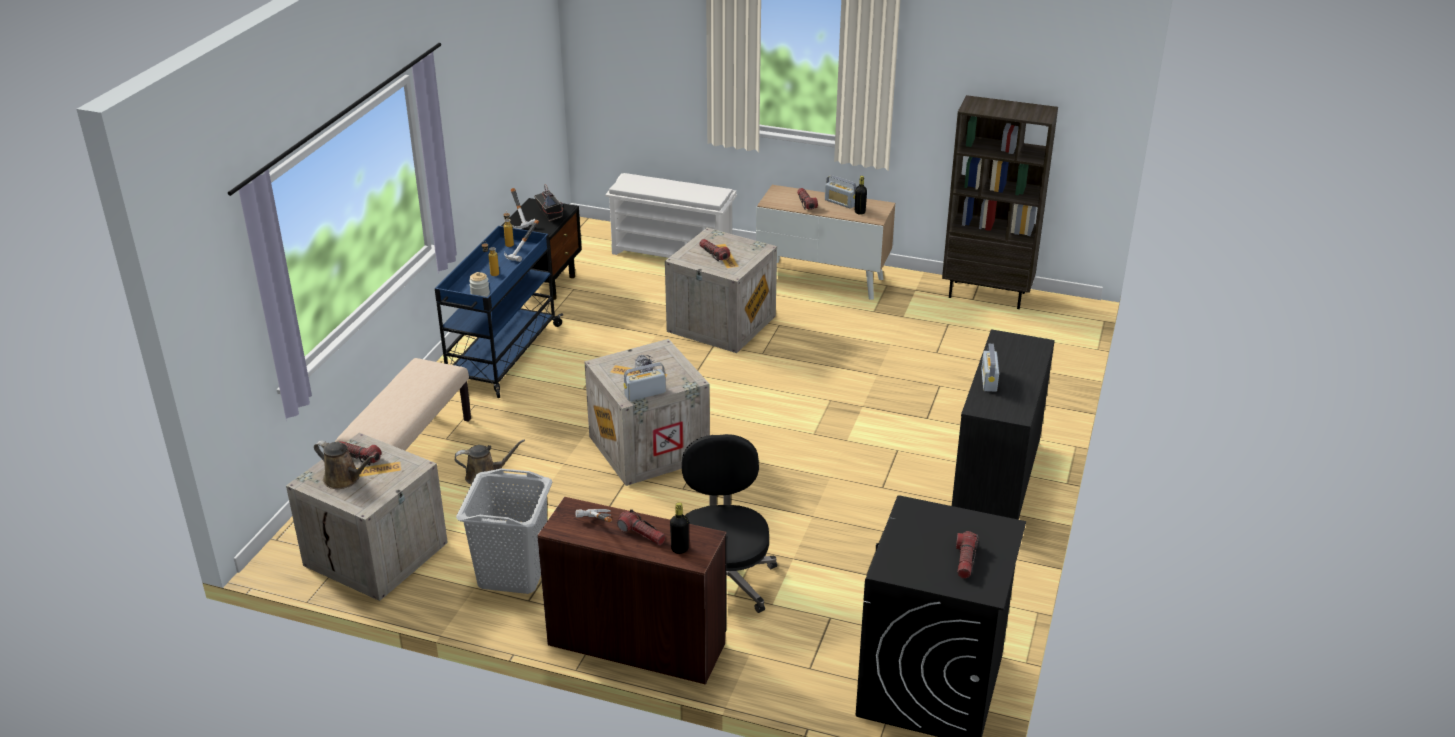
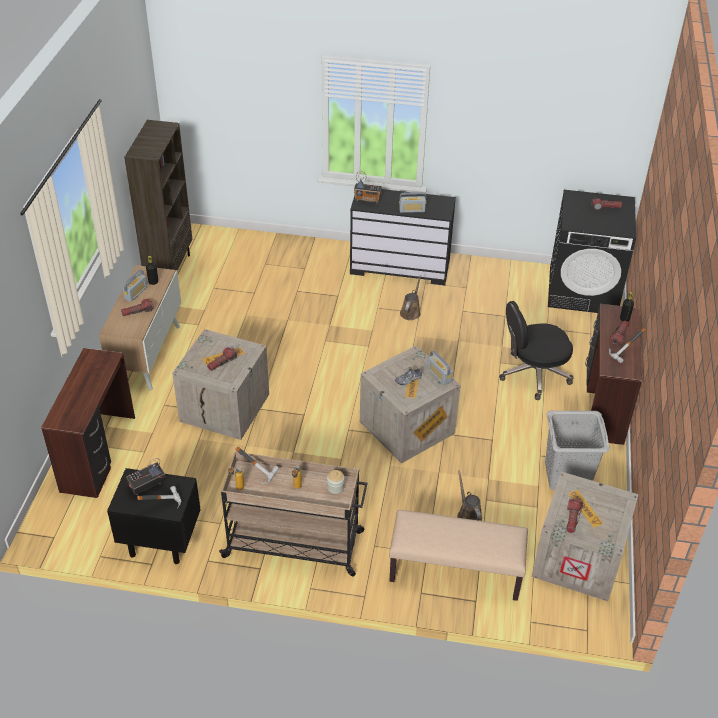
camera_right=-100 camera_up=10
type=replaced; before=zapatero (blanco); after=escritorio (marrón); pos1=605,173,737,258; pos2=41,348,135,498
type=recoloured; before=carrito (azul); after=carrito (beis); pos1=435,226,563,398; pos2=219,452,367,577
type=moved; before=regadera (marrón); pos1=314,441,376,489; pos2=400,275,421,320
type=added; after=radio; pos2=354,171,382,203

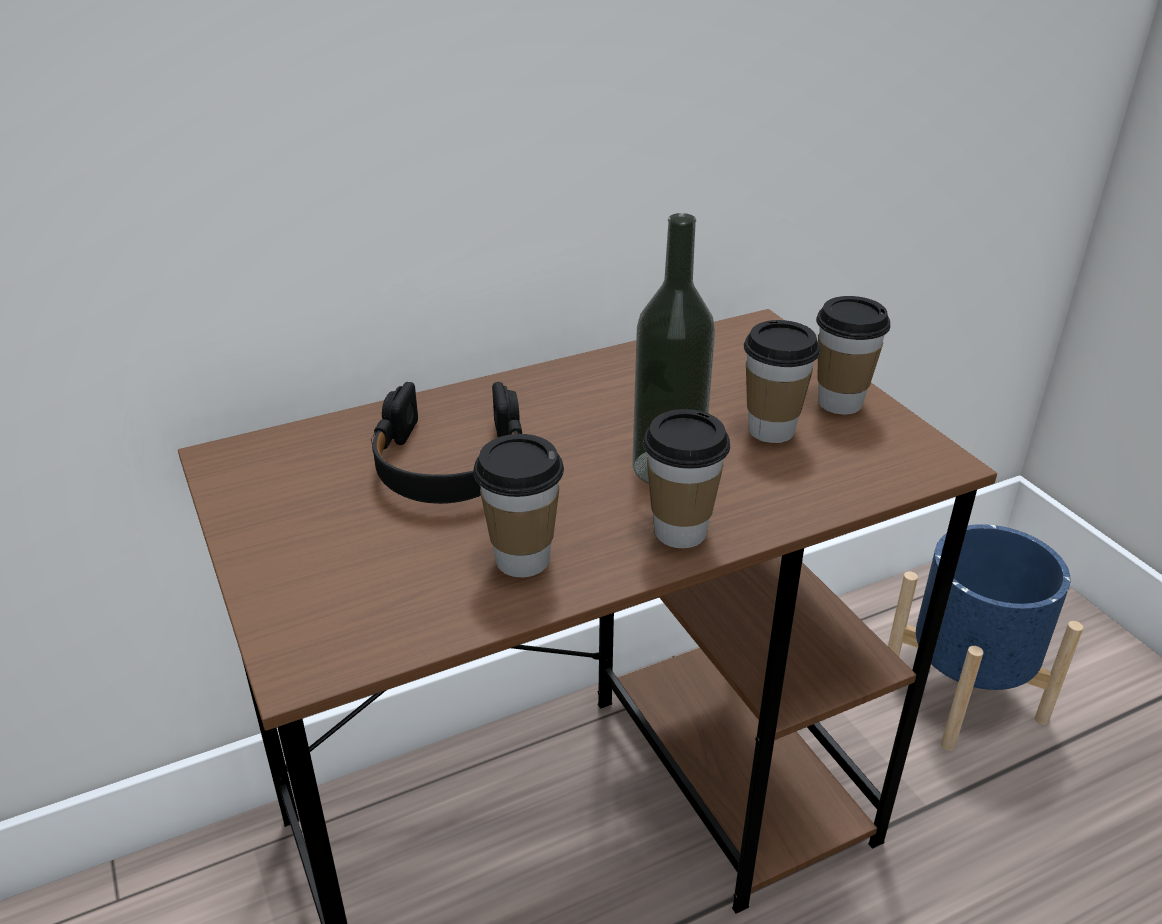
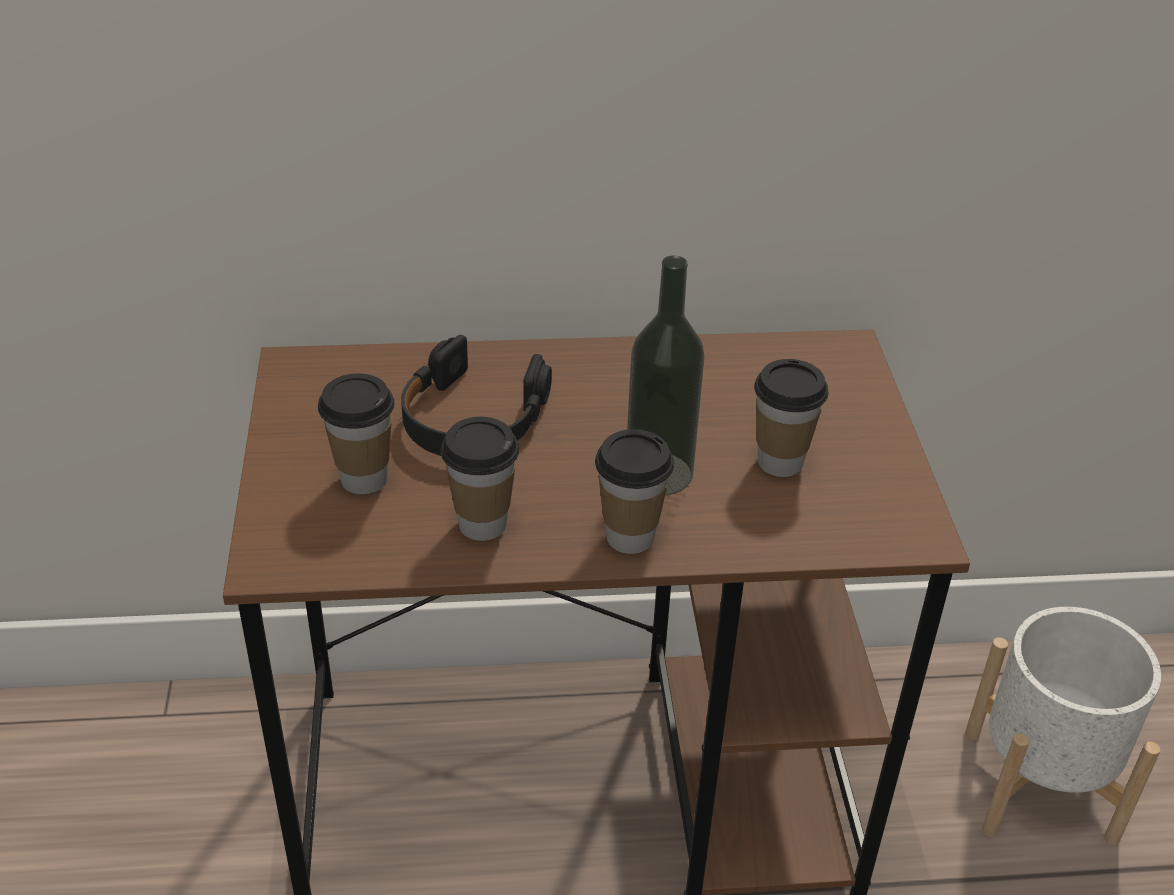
camera_right=20 camera_up=5
type=moved; before=taza; pos1=816,296,890,414; pos2=318,373,395,494
type=recoloured; before=maceta (azul); after=maceta (blanco); pos1=888,524,1083,751; pos2=965,607,1161,845

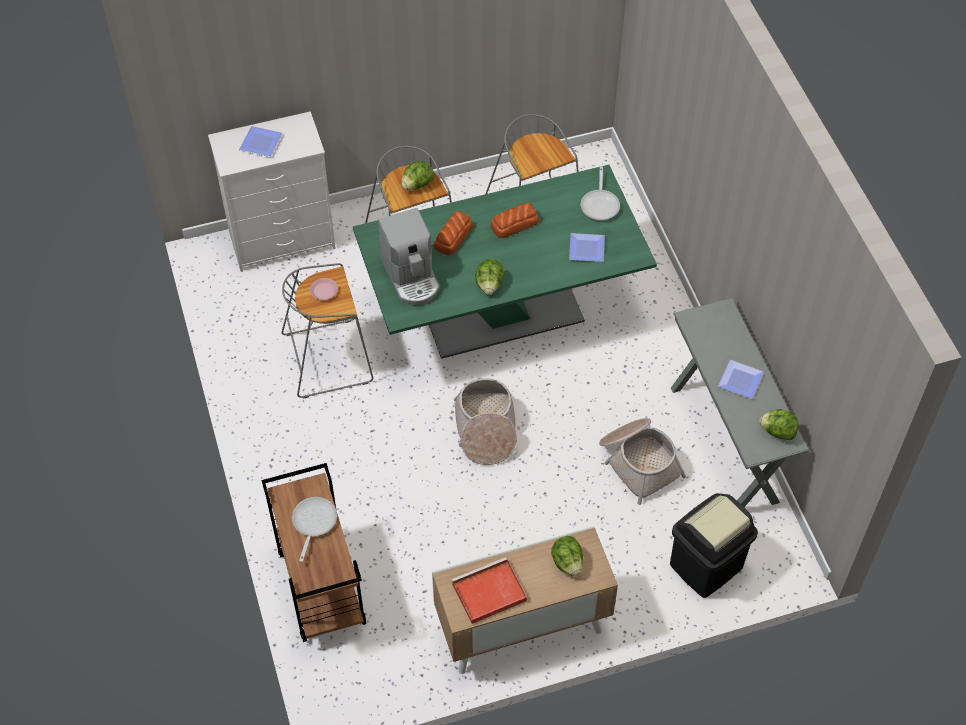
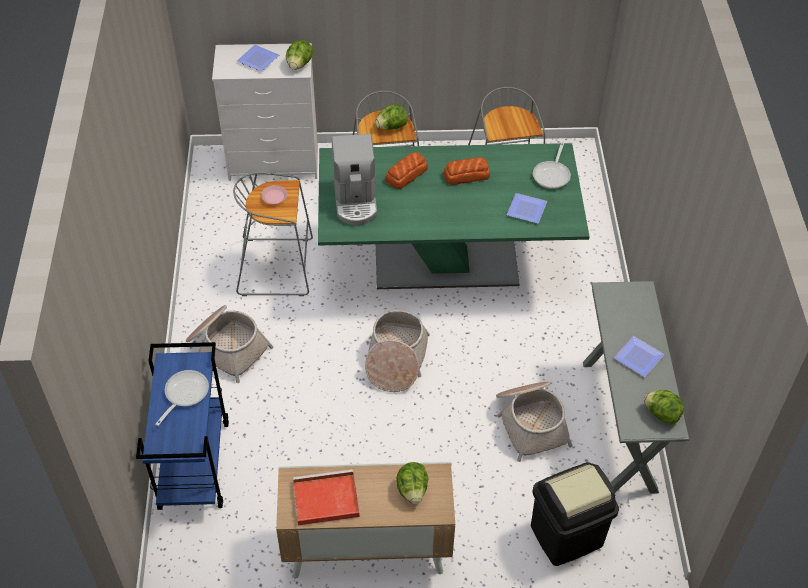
camera_right=15 camera_up=-5
type=moved; before=lechuga; pos1=475,259,504,295; pos2=286,40,314,70
type=recoloured; before=carrito (marrón); after=carrito (azul); pos1=262,463,366,642; pos2=136,342,229,510
type=added; after=cesta; pos2=186,305,273,383

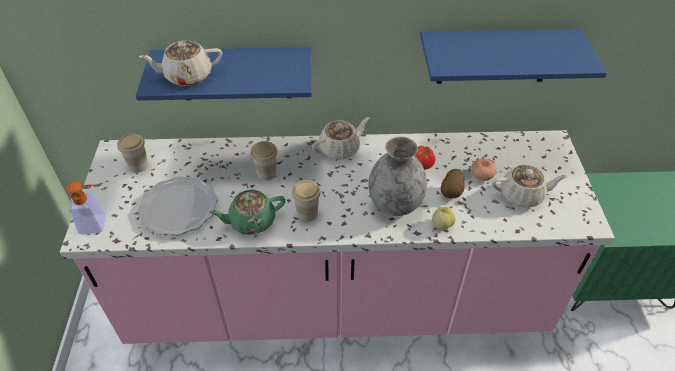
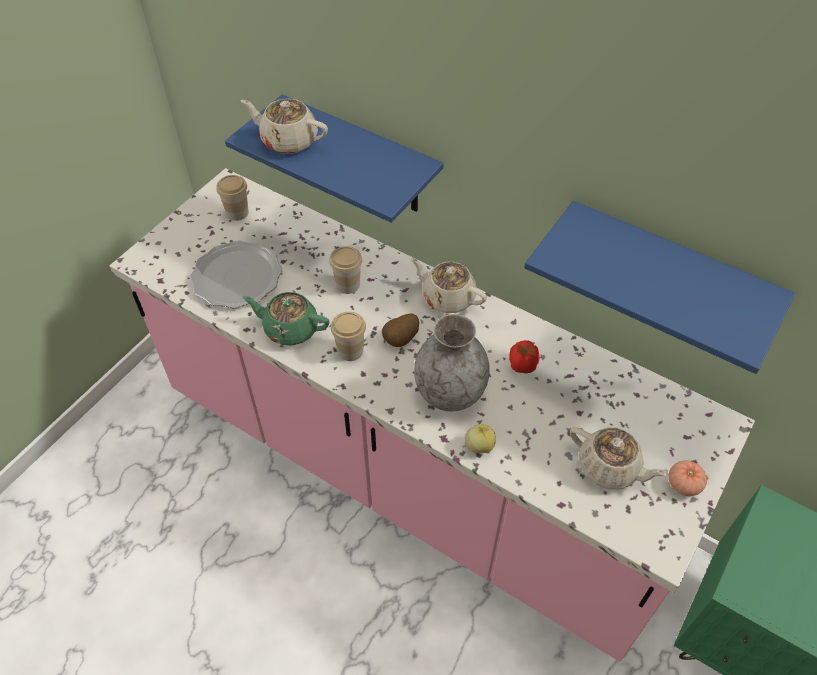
camera_right=35 camera_up=5
type=turned; before=tetera (beis); pos1=312,117,369,159; pos2=410,257,487,313; turn=-150
type=moved; before=tomate; pos1=471,158,496,181; pos2=669,461,707,496
type=moved; before=patata; pos1=441,169,464,199; pos2=382,314,419,347
type=removed; before=dispensador de jabón; pos1=66,182,106,235

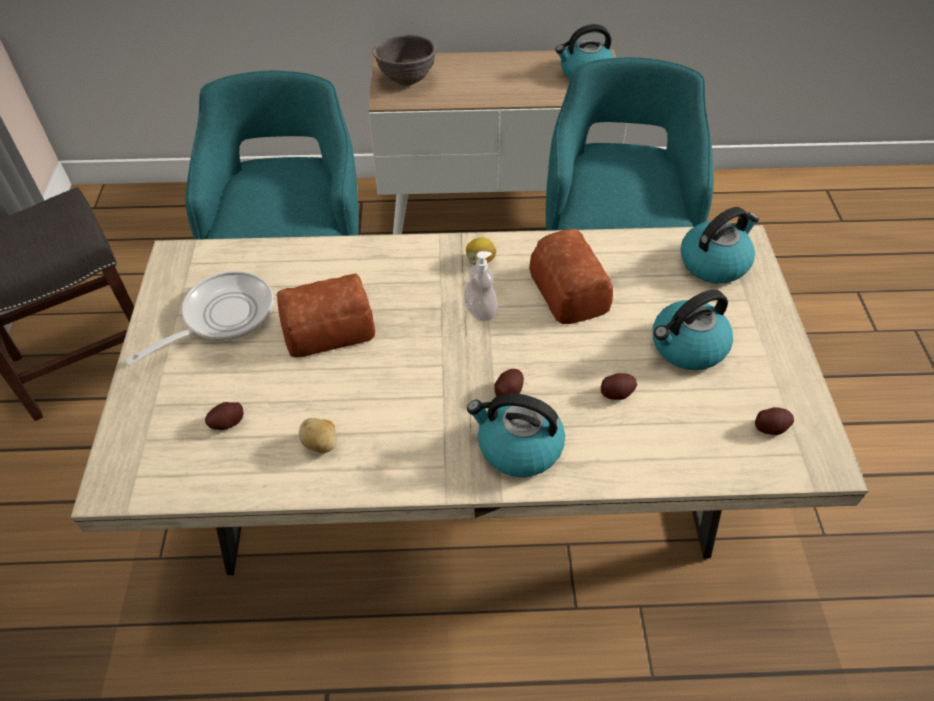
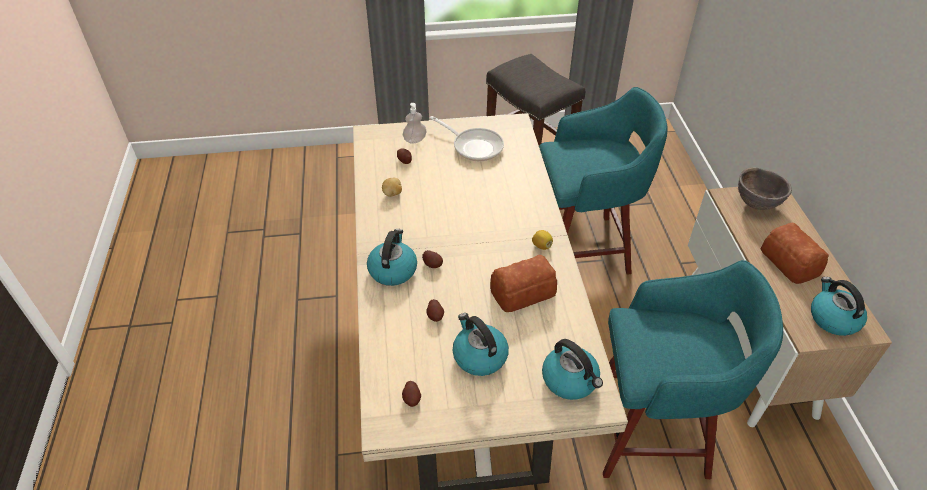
camera_right=85 camera_up=-5
type=moved; before=dispensador de jabón; pos1=464,251,498,321; pos2=403,103,427,144
type=moved; before=pan; pos1=277,273,375,357; pos2=760,223,829,284

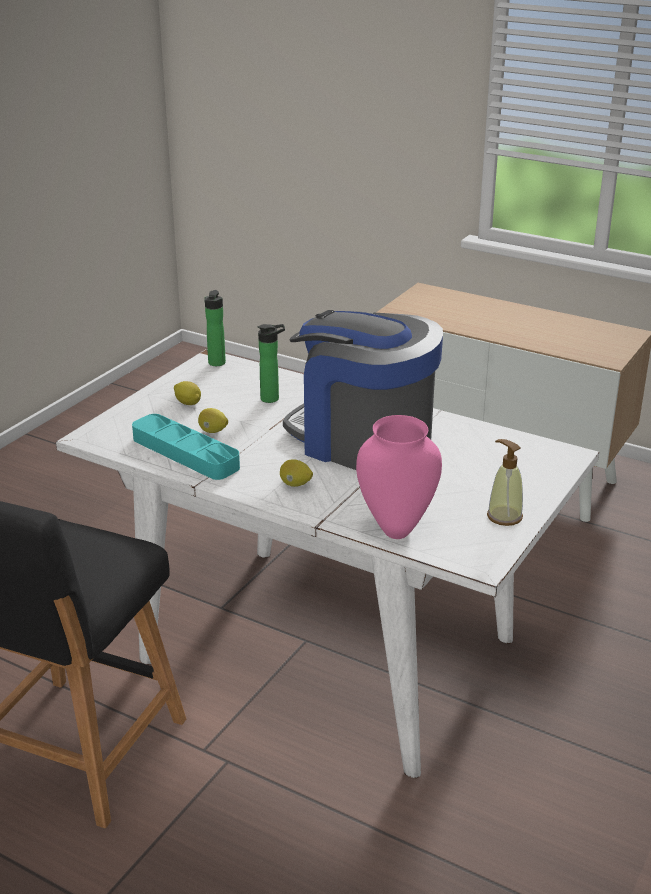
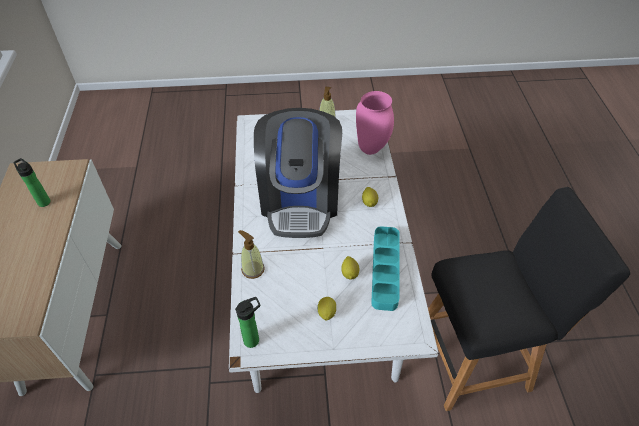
camera_right=-125 camera_up=20
type=moved; before=botella; pos1=258,324,285,403; pos2=13,158,50,207
type=added; after=dispensador de jabón; pos2=238,230,265,279

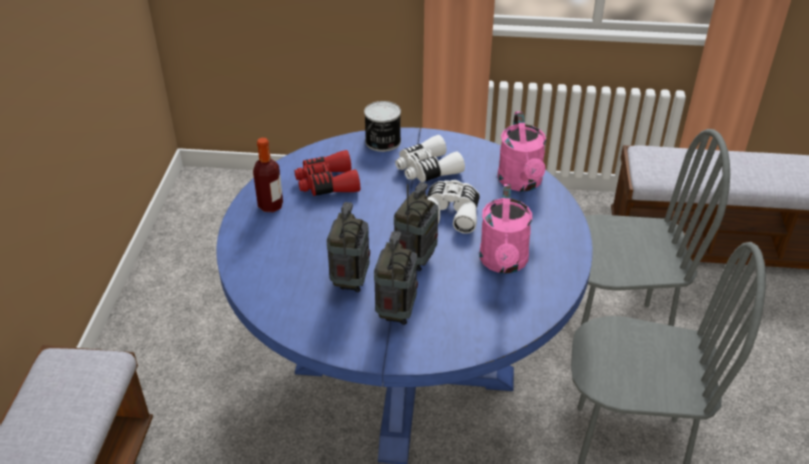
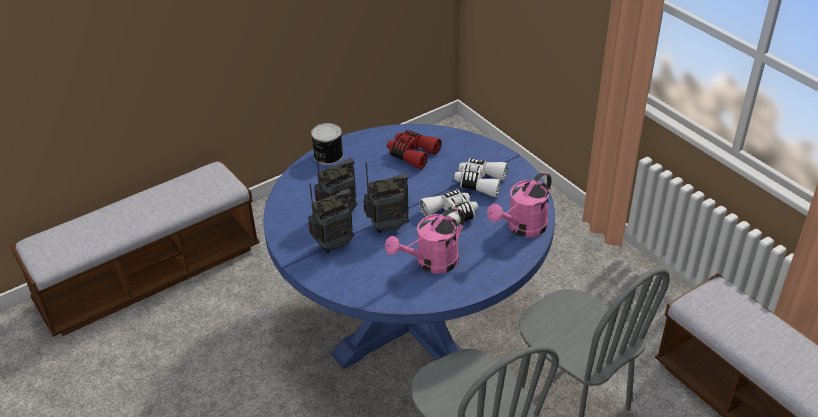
camera_right=50 camera_up=0
type=moved; before=lata; pos1=364,101,401,152; pos2=311,123,343,165
type=removed; before=botella; pos1=253,138,283,212

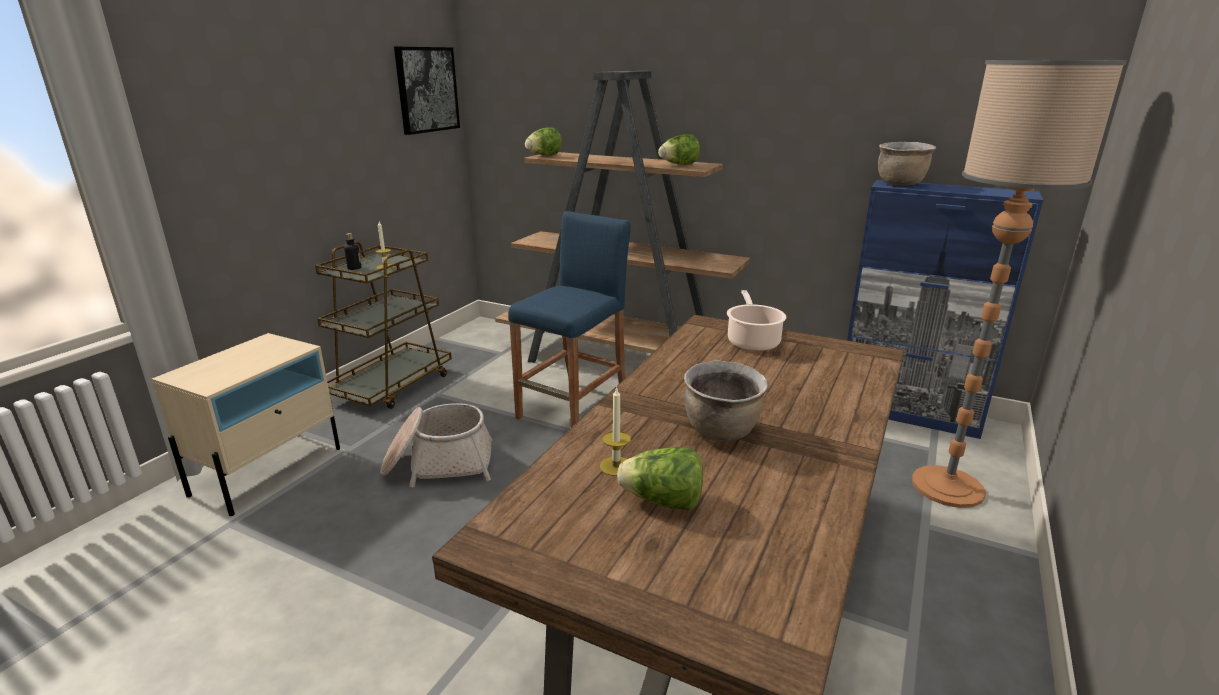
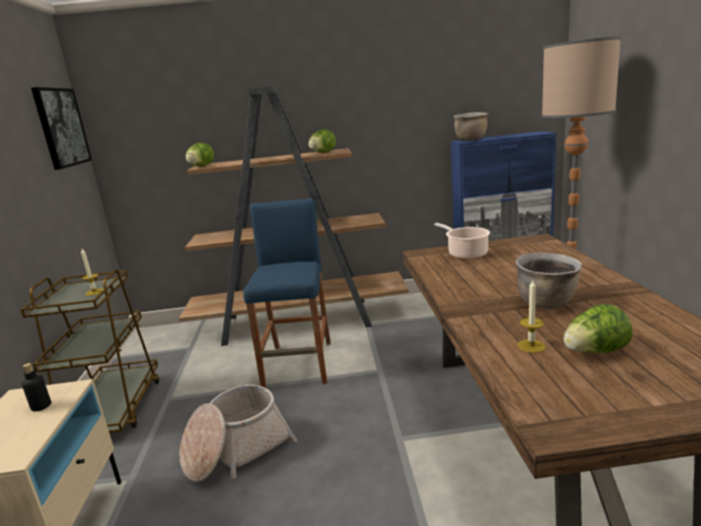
camera_right=-30 camera_up=-5
type=moved; before=botella; pos1=344,233,361,270; pos2=22,363,51,411

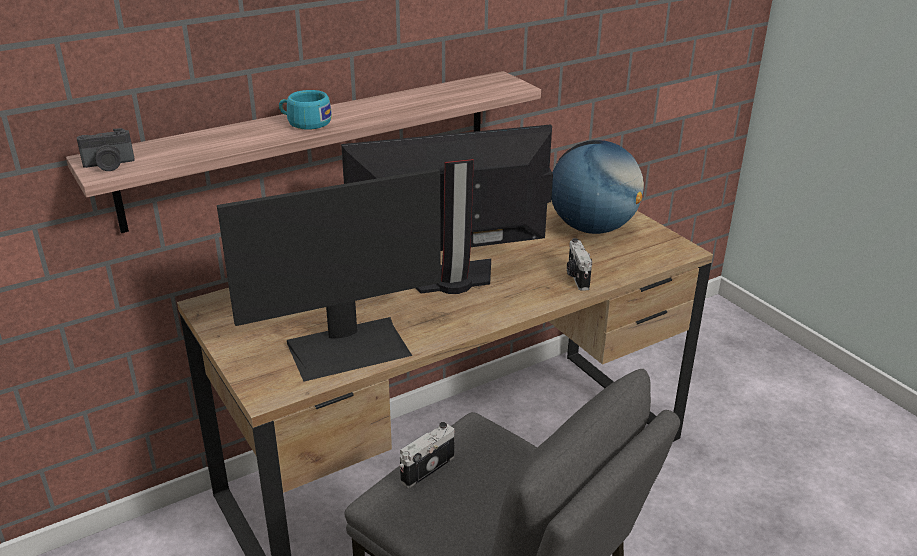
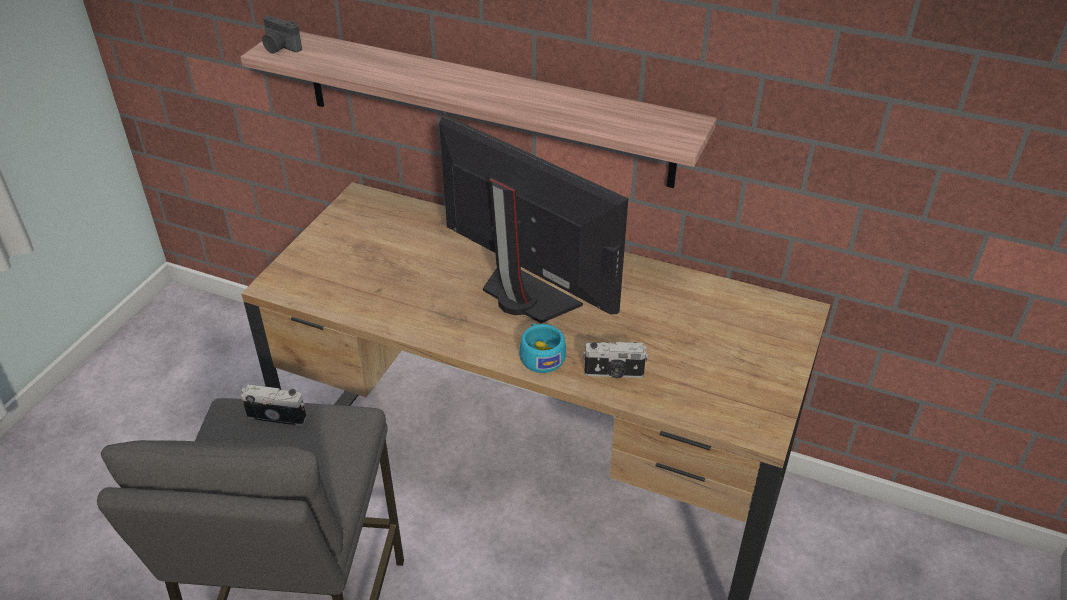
camera_right=55 camera_up=10
type=moved; before=taza (turquesa); pos1=279,90,332,130; pos2=520,323,566,373
type=removed; before=globo terráqueo; pos1=551,140,644,234
type=removed; before=monitor; pos1=217,169,441,382
type=turned; before=cámara; pos1=567,238,592,291; pos2=583,342,648,378; turn=-135

